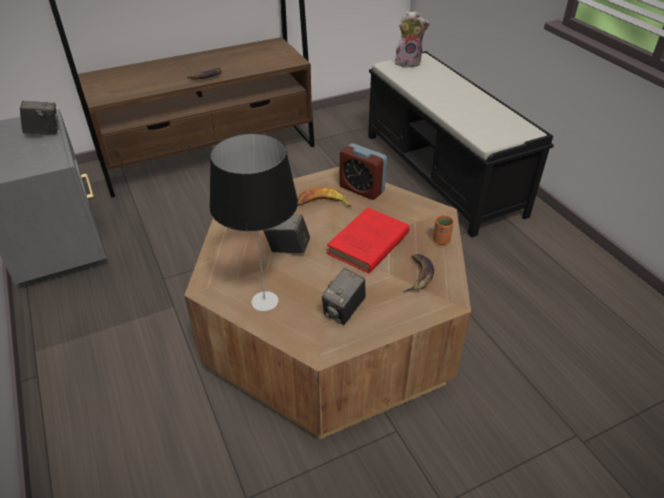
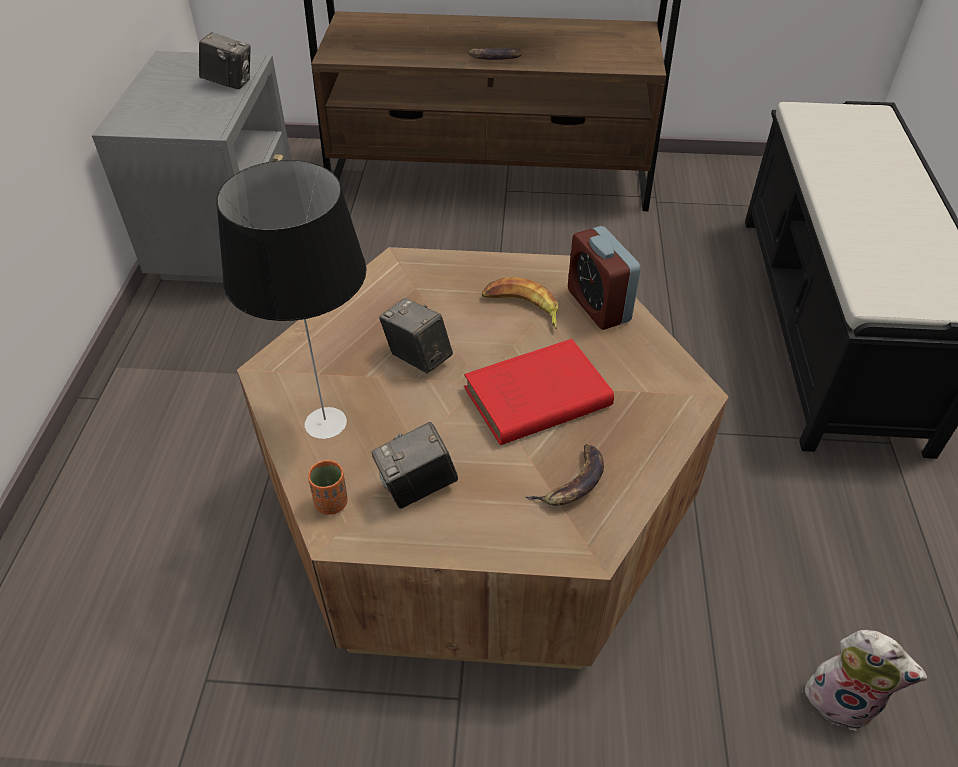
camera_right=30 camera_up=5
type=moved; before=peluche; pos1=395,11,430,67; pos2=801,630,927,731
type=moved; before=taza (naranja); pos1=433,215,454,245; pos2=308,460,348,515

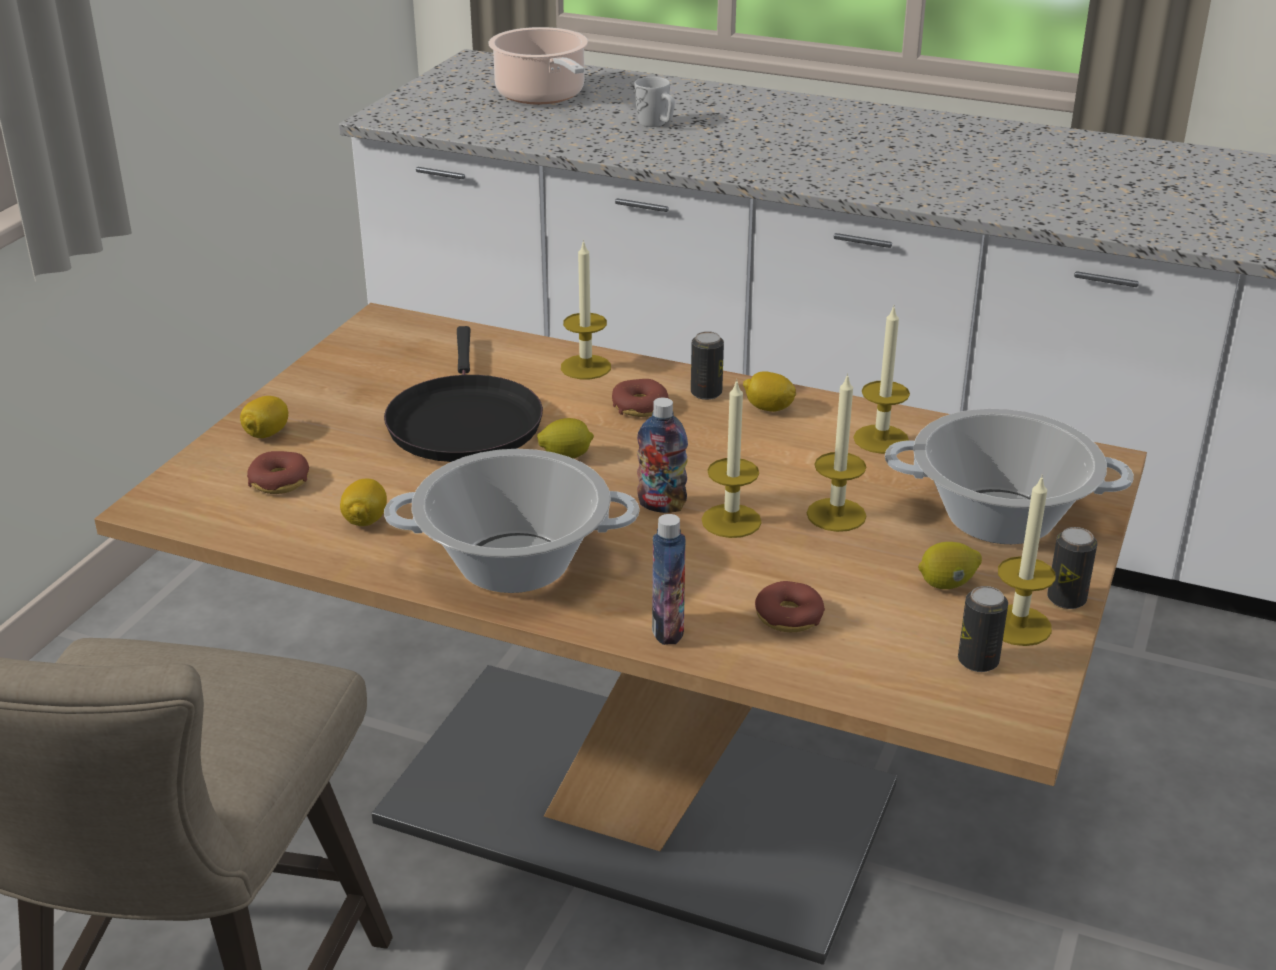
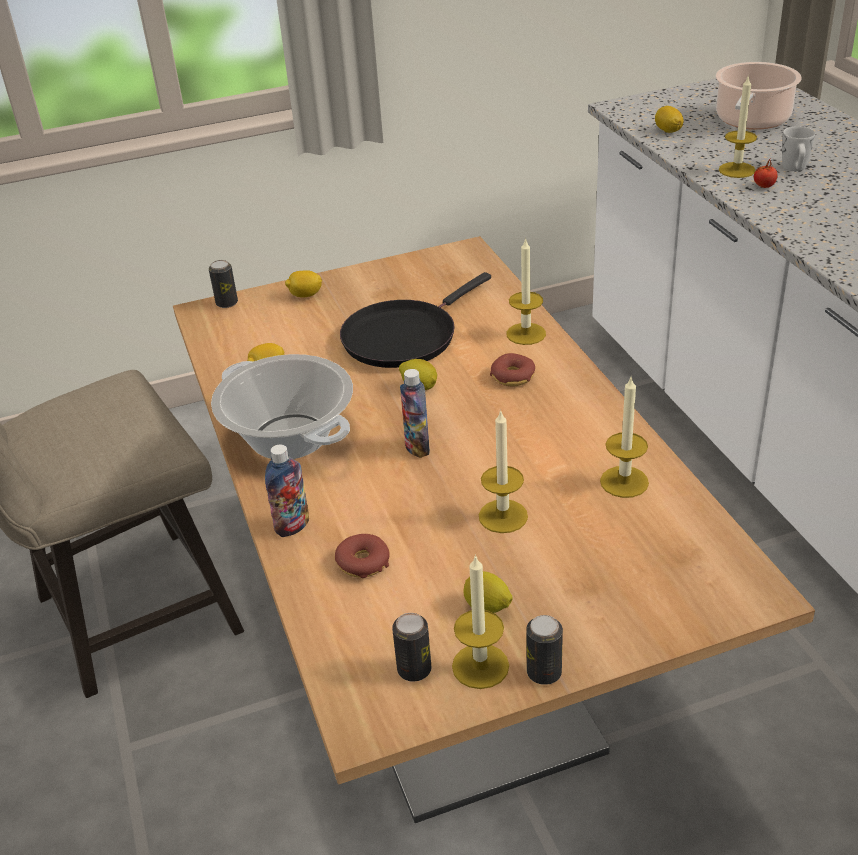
camera_right=50 camera_up=5
type=moved; before=lata; pos1=691,331,724,400; pos2=209,260,238,308
type=moved; before=limón; pos1=743,371,796,412; pos2=655,106,684,133
type=moved; before=vela; pos1=702,379,762,538; pos2=719,75,757,178
type=removed; before=olla; pos1=885,408,1134,544
type=removed; before=rosquilla; pos1=247,451,309,494
type=added; after=tomate; pos2=754,159,777,188

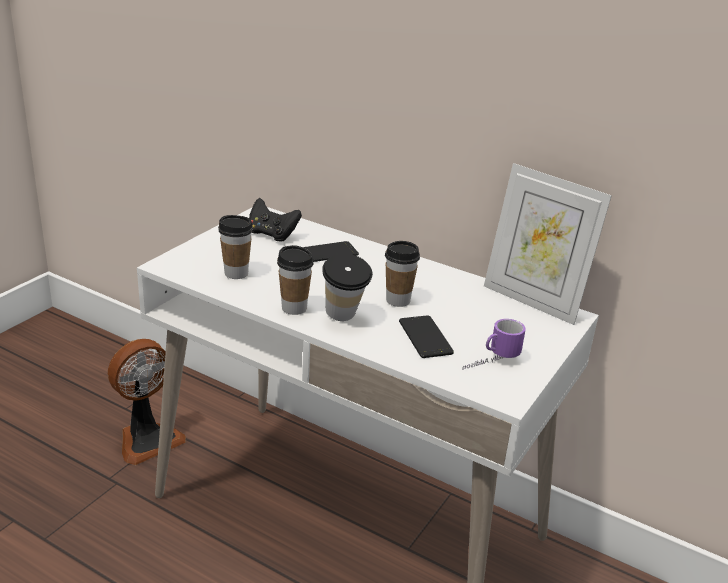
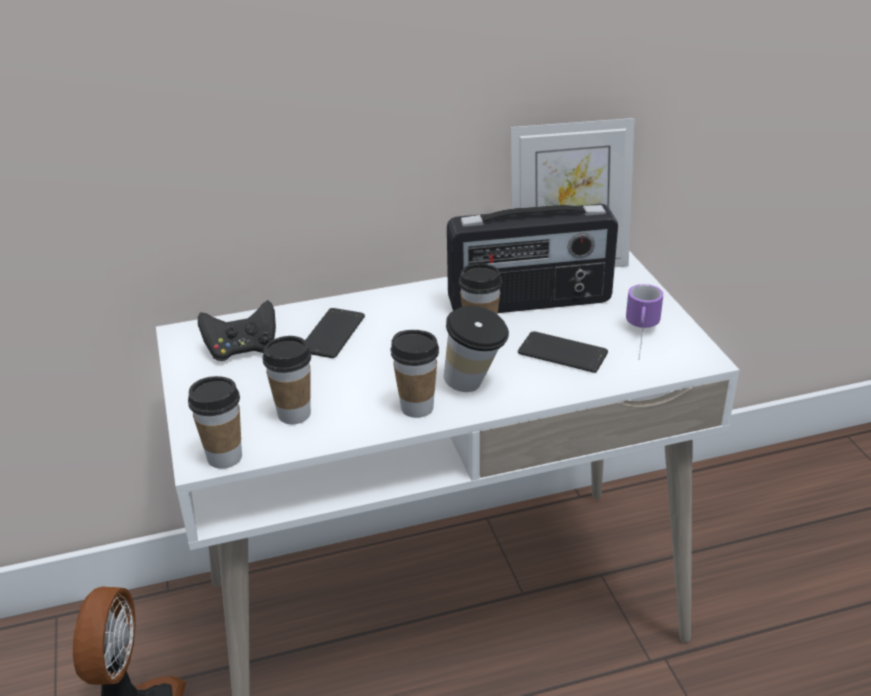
camera_right=-45 camera_up=5
type=added; after=radio; pos2=447,204,618,313
type=added; after=taza; pos2=188,376,242,469

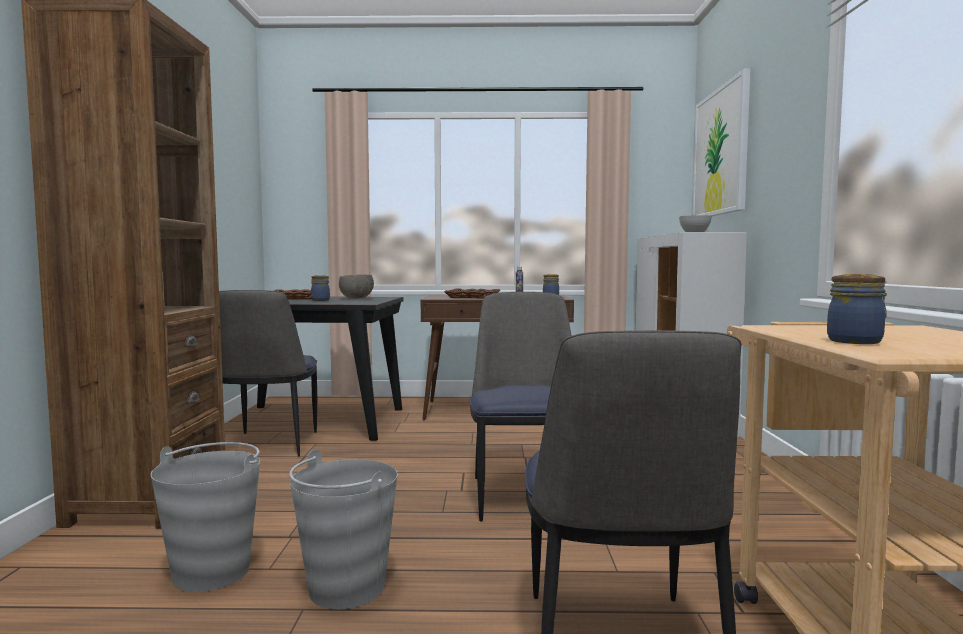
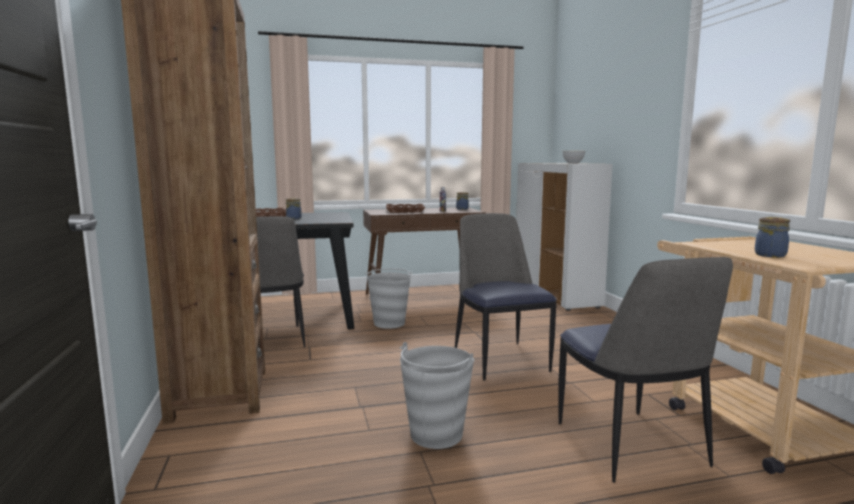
camera_right=-15 camera_up=5
type=removed; before=cuadro; pos1=693,69,750,216
type=removed; before=cuenco (gris); pos1=339,274,374,299
type=moved; before=cubo (gris); pos1=151,442,260,592; pos2=365,268,413,329

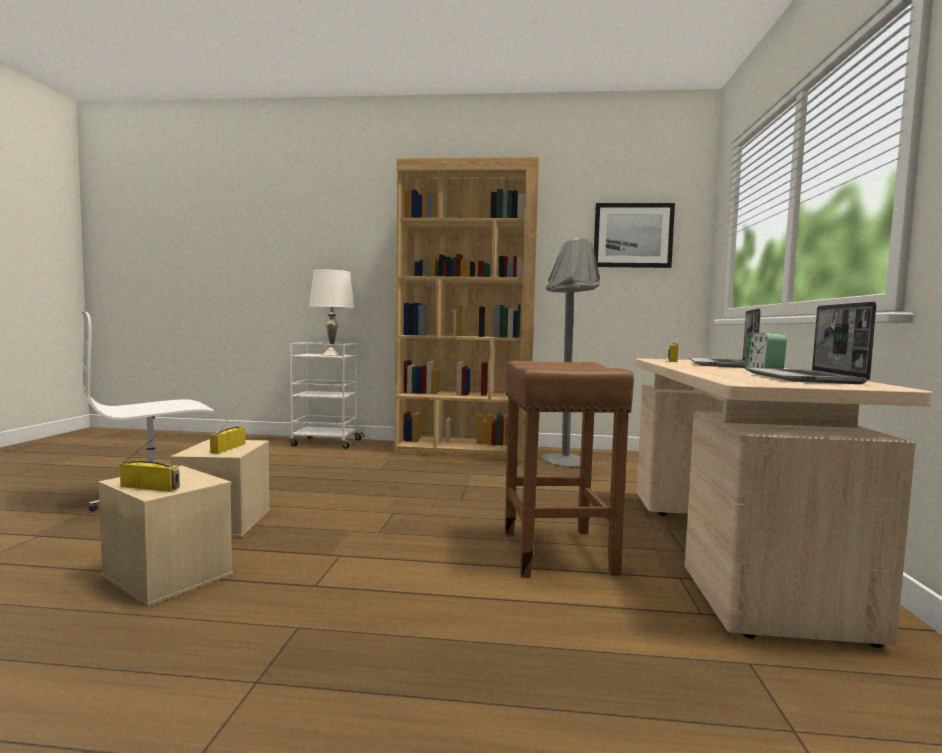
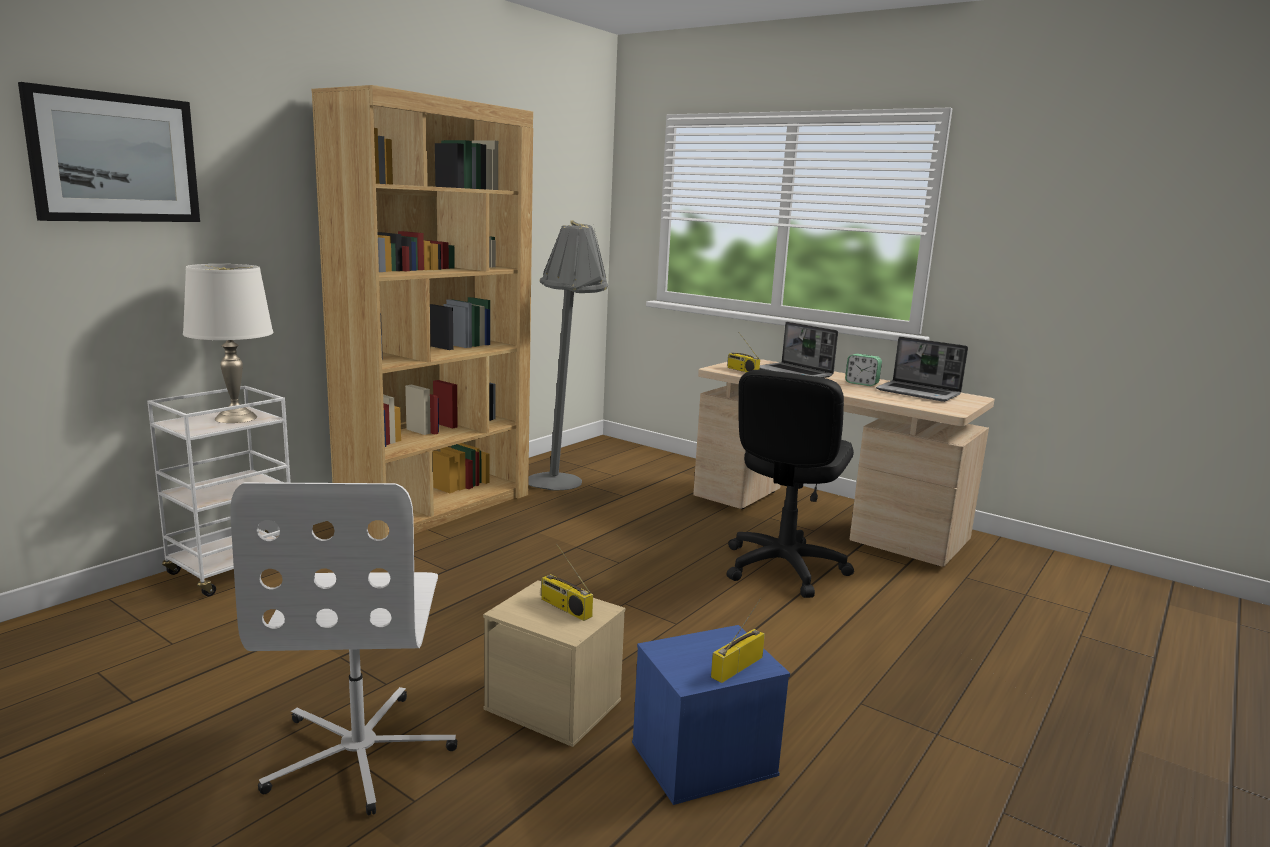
camera_right=-60 camera_up=10
type=moved; before=cuadro; pos1=594,203,675,268; pos2=18,82,200,222
type=replaced; before=taburete (marrón); after=silla de oficina (negro); pos1=504,361,634,577; pos2=726,370,854,598
type=recoloured; before=caja de almacenaje (beis); after=caja de almacenaje (azul); pos1=98,466,233,607; pos2=632,625,790,805

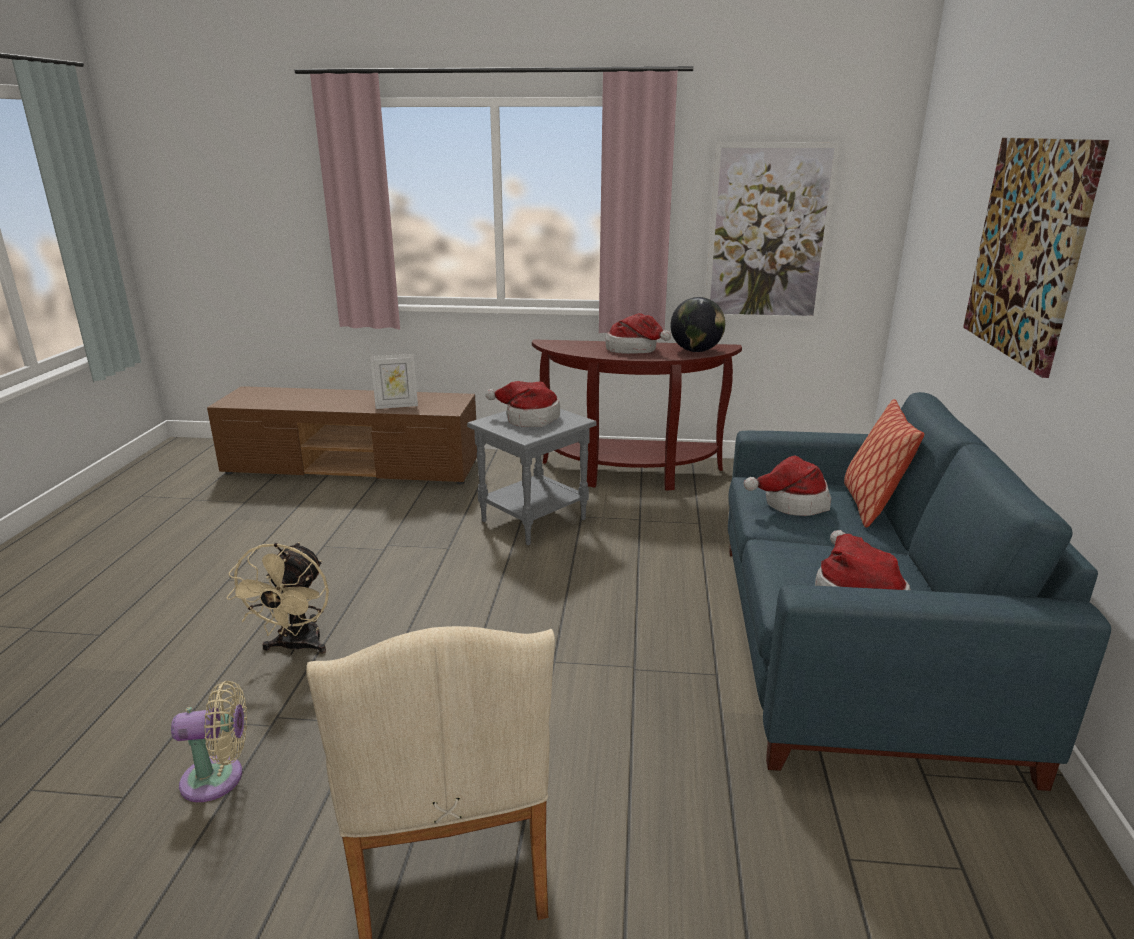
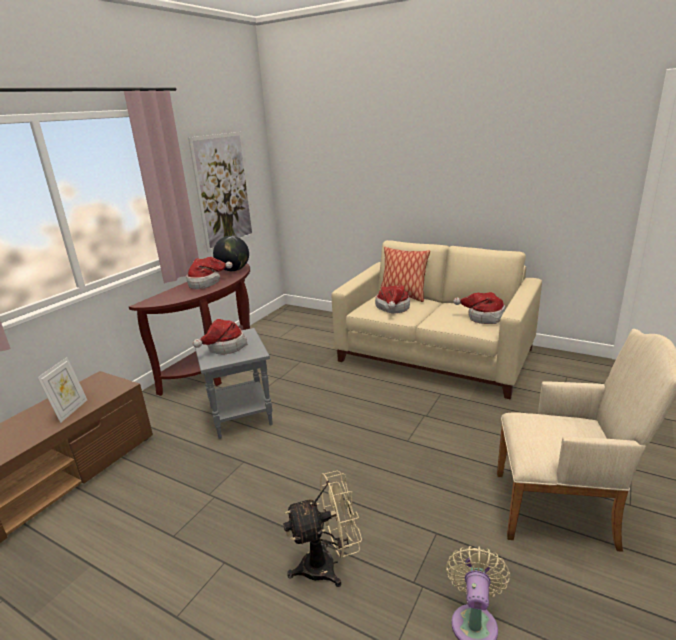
camera_right=-65 camera_up=0
type=removed; before=cuadro; pos1=963,138,1110,378
type=recoloured; before=sofá (azul); after=sofá (beis); pos1=728,392,1111,791; pos2=332,240,542,399
type=turned; before=ventilador (beis); pos1=226,542,329,655; pos2=283,471,362,587; turn=-45

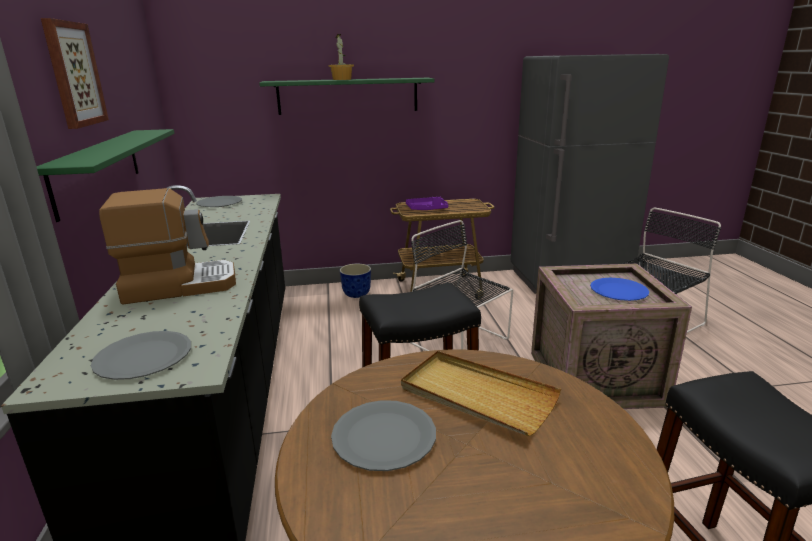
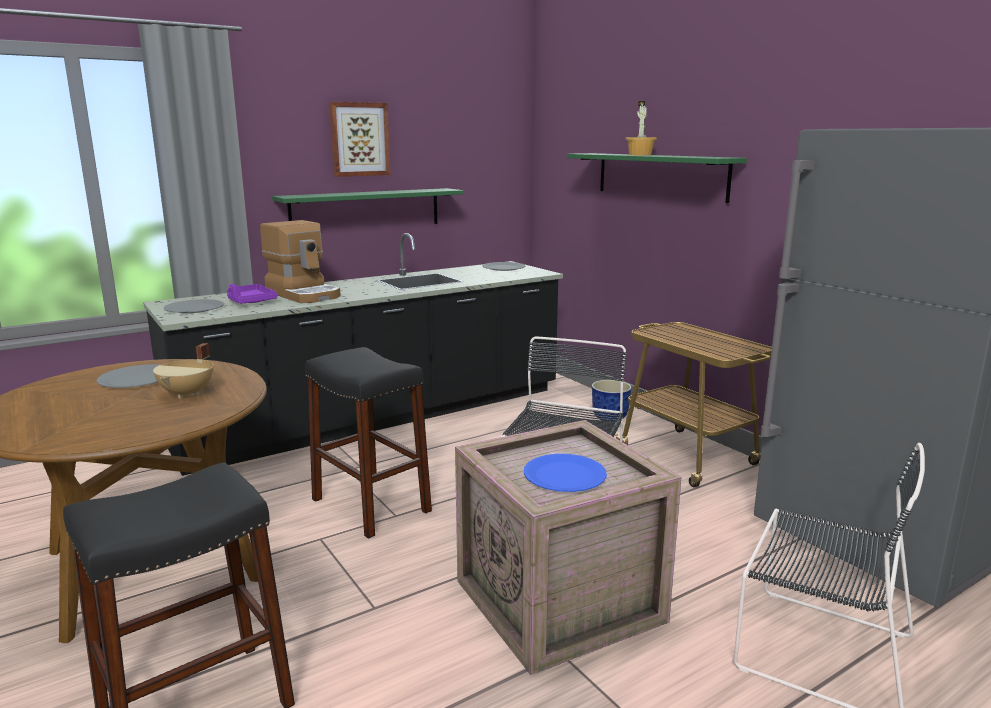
camera_right=65 camera_up=-5
type=moved; before=bandeja (morado); pos1=406,197,448,210; pos2=227,284,277,304
type=replaced; before=bandeja (beis); after=olla (beis); pos1=401,351,561,437; pos2=153,343,214,398

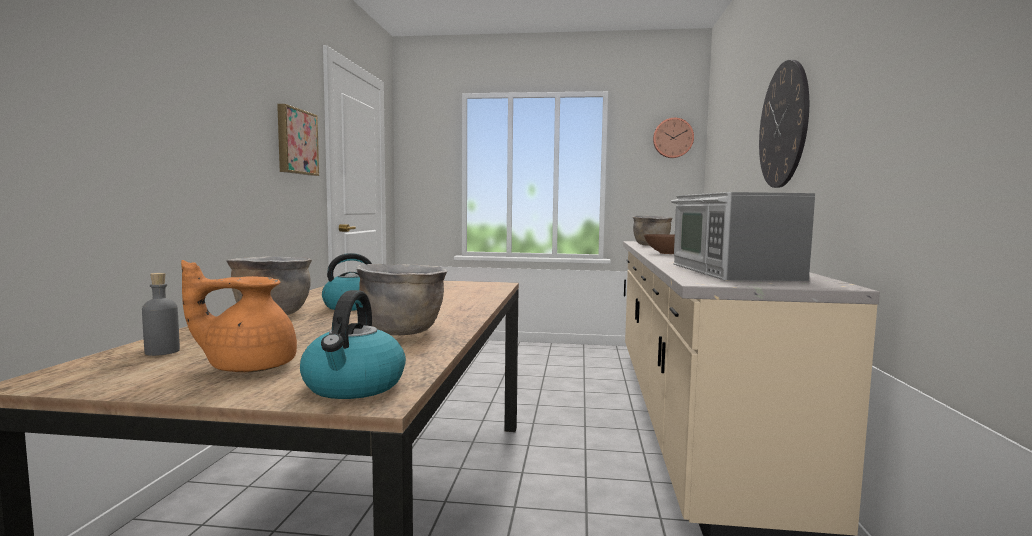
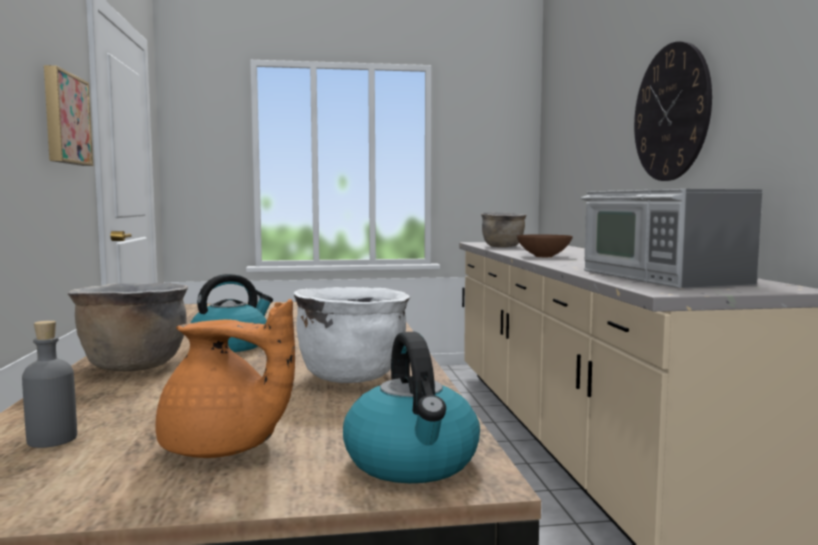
camera_right=-15 camera_up=0
type=removed; before=reloj de pared; pos1=653,118,694,158
type=turned; before=tetera (naranja); pos1=181,260,297,372; pos2=155,299,295,458; turn=-135
type=recoloured; before=olla (marrón); after=olla (blanco); pos1=356,264,447,335; pos2=294,287,410,383

